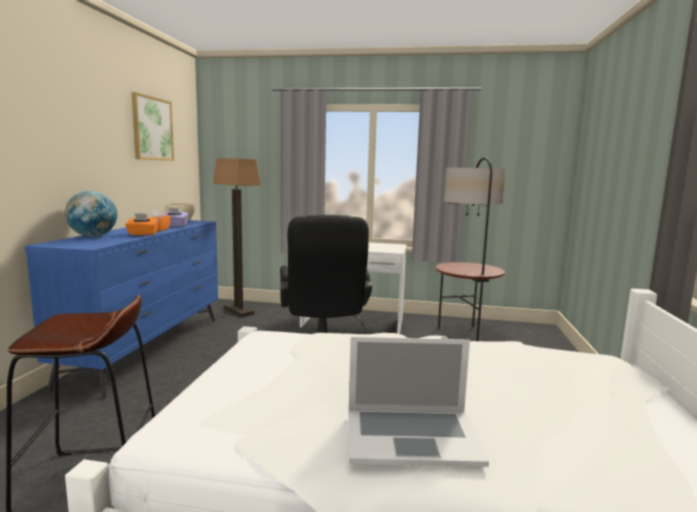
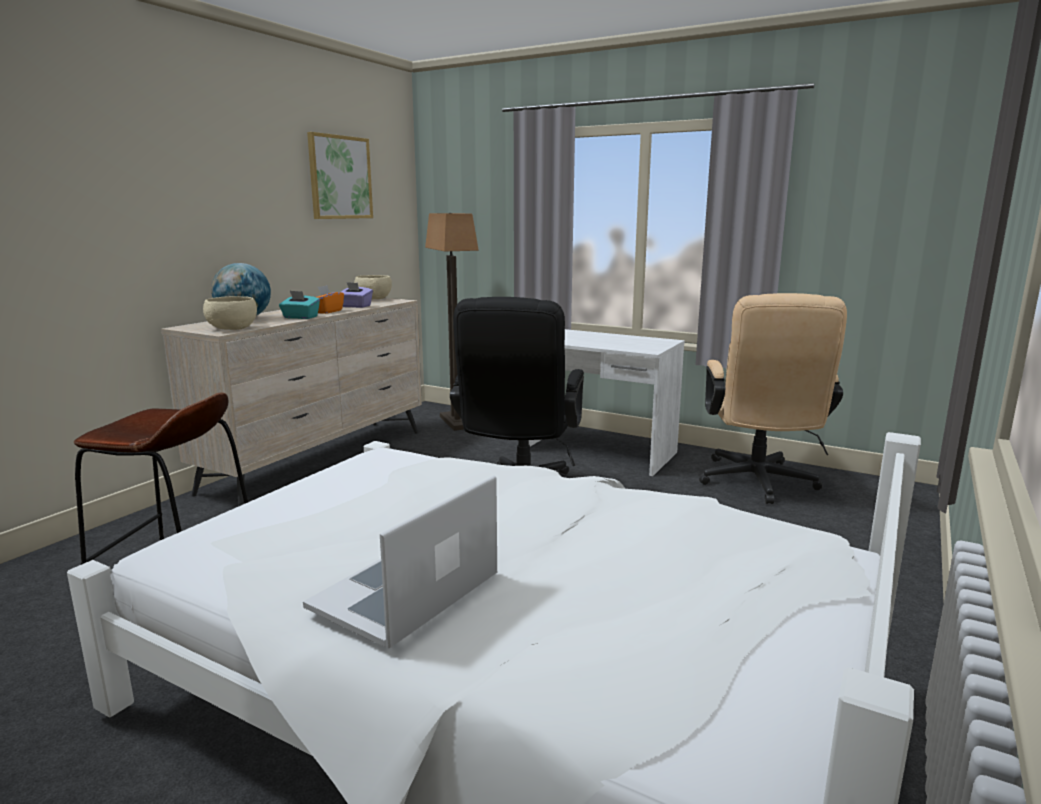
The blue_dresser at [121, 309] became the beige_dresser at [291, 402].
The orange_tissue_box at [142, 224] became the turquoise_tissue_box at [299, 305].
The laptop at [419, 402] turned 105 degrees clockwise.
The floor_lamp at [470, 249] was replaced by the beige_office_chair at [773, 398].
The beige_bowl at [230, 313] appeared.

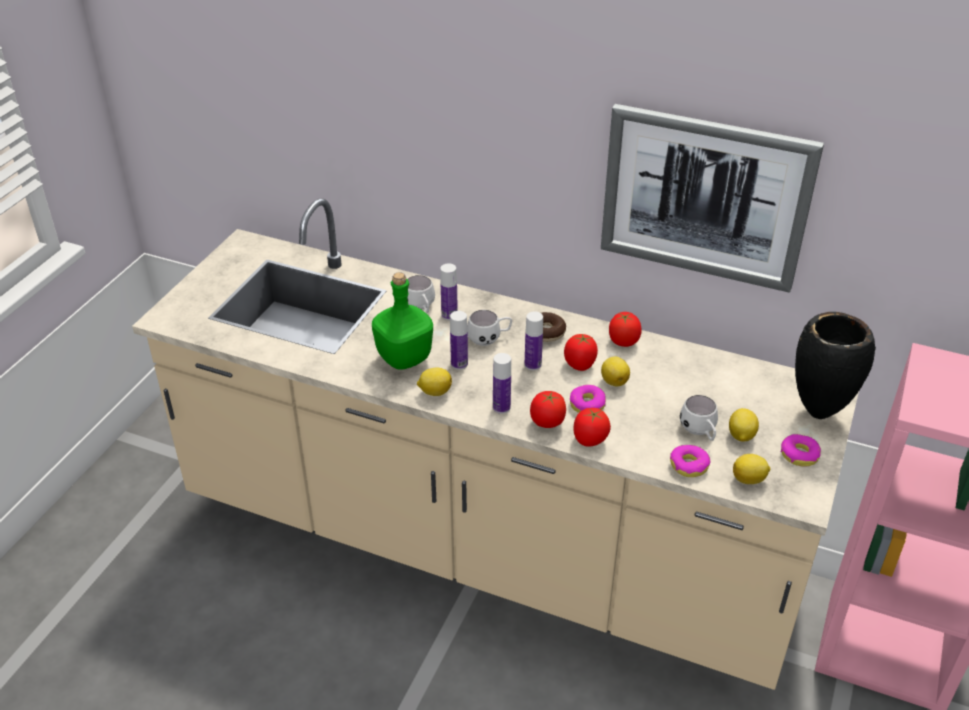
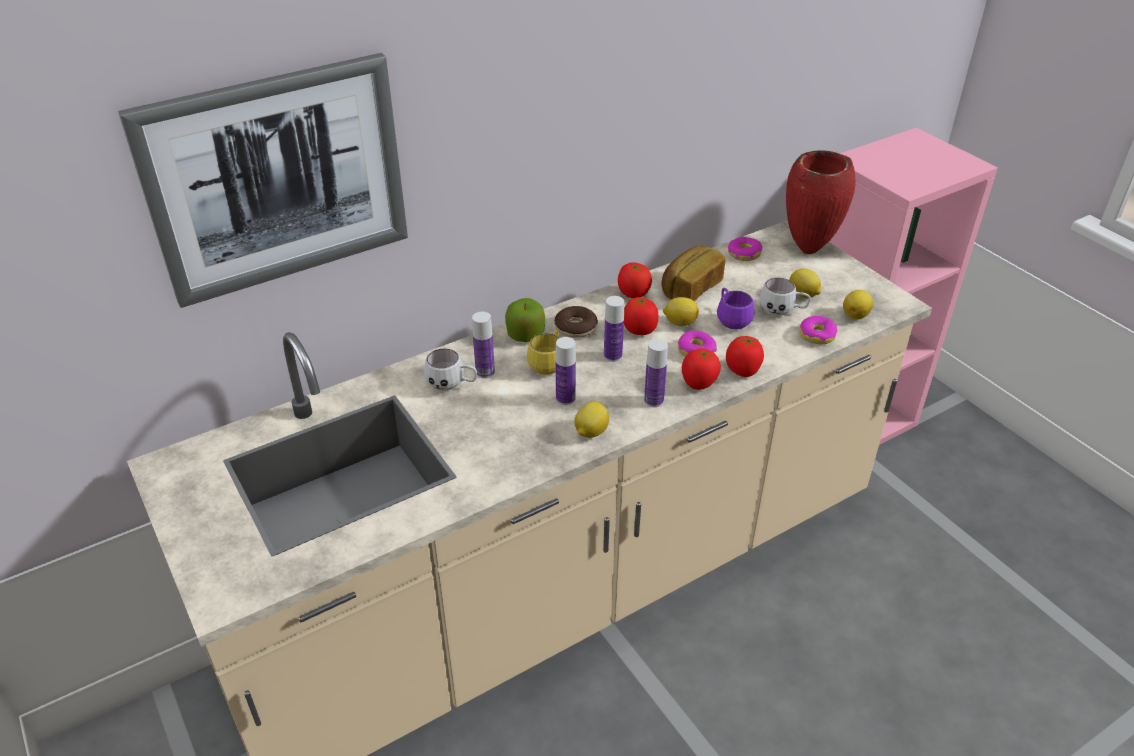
The green_bottle at [402, 321] disappeared.
The white_mug at [489, 328] became the yellow_mug at [543, 352].
The picture moved from [712, 198] to [263, 180].
The donut moved from [801, 450] to [745, 249].
The black_vase at [835, 365] became the red_vase at [821, 202].
The apple at [525, 320] appeared.
The bread at [693, 273] appeared.
The purple_mug at [735, 308] appeared.

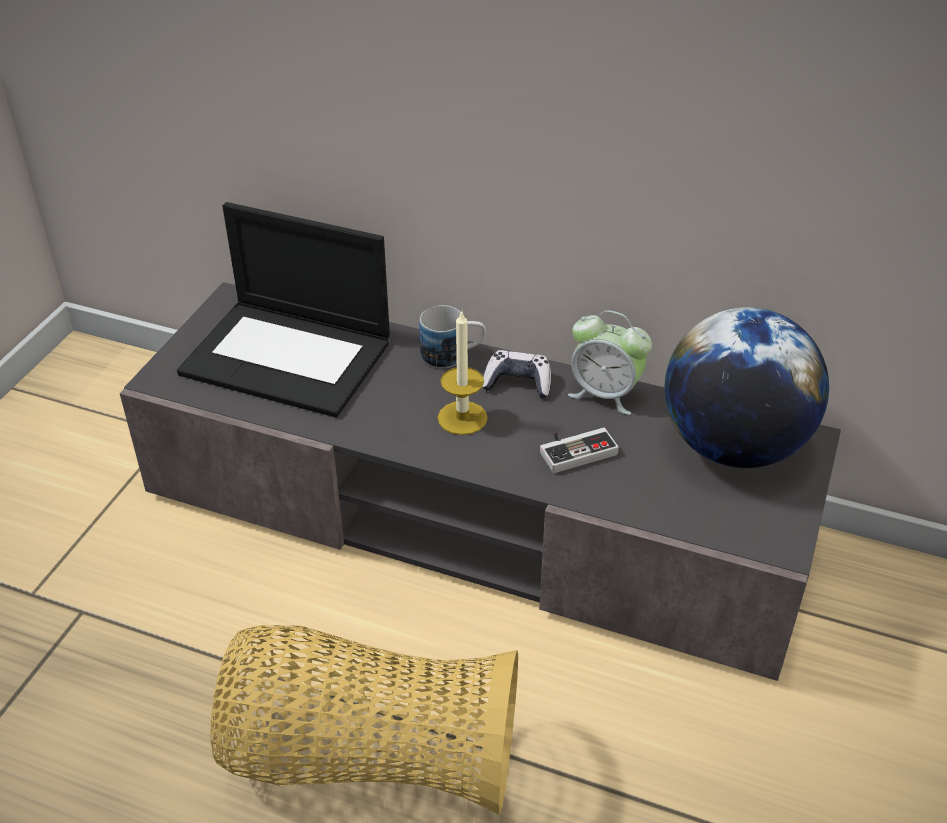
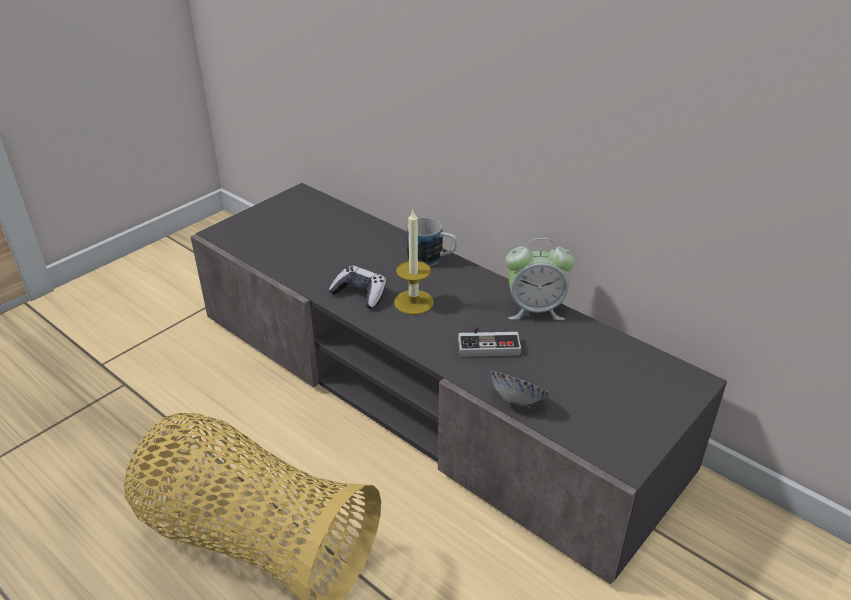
The laptop at [283, 309] disappeared.
The game_controller moved from [516, 374] to [357, 287].
The alarm_clock at [610, 362] turned 45 degrees counterclockwise.
The globe at [747, 387] disappeared.
The bowl at [519, 389] appeared.

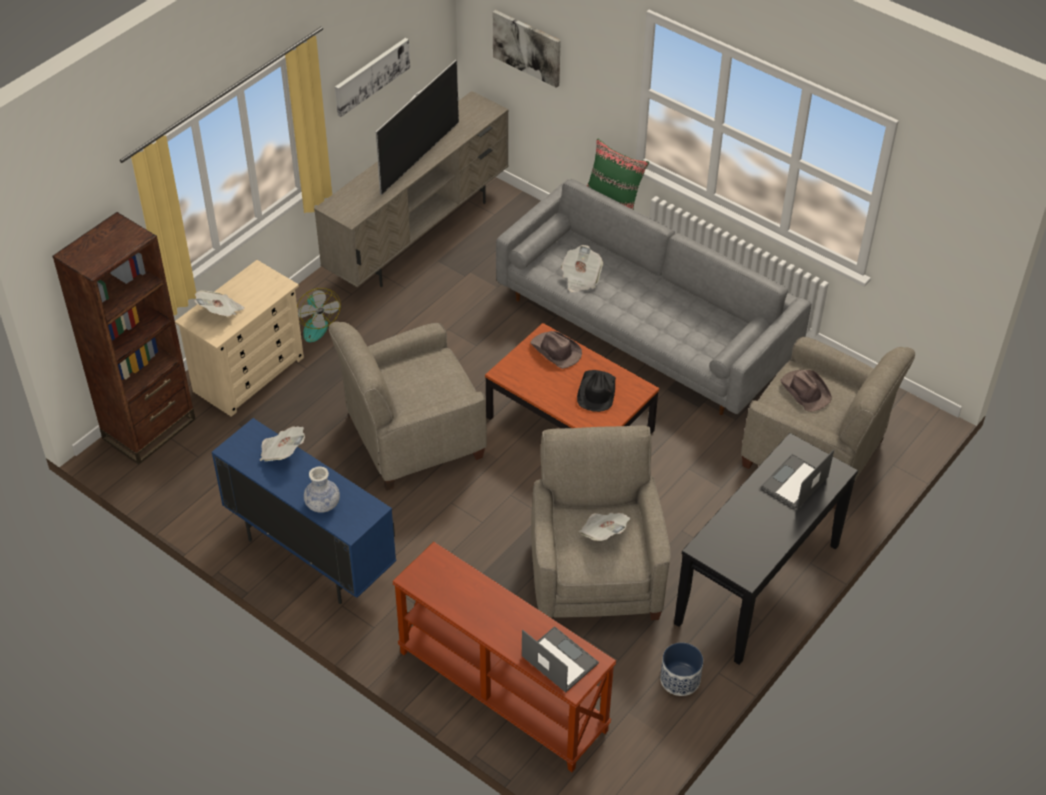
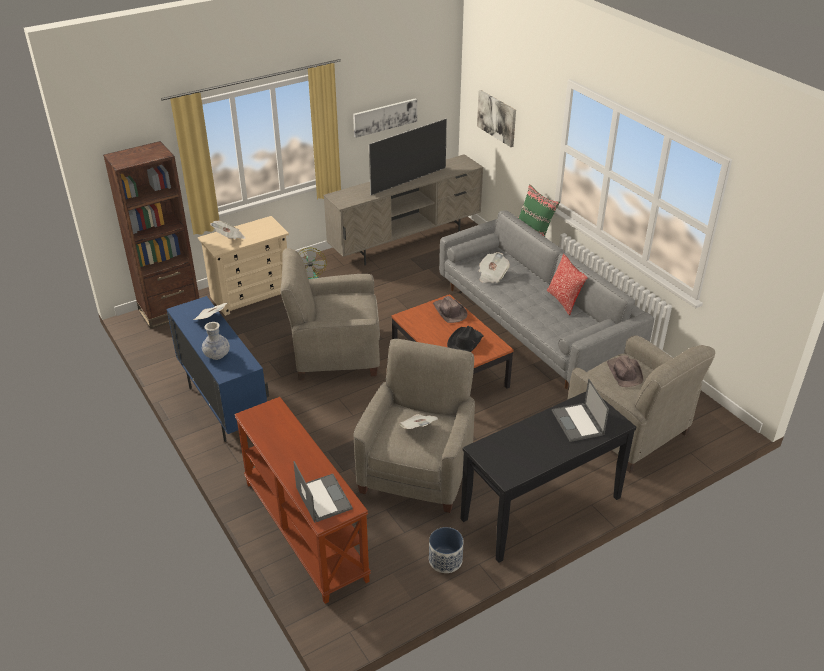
The laptop at [797, 480] turned 75 degrees counterclockwise.
The pillow at [567, 284] appeared.

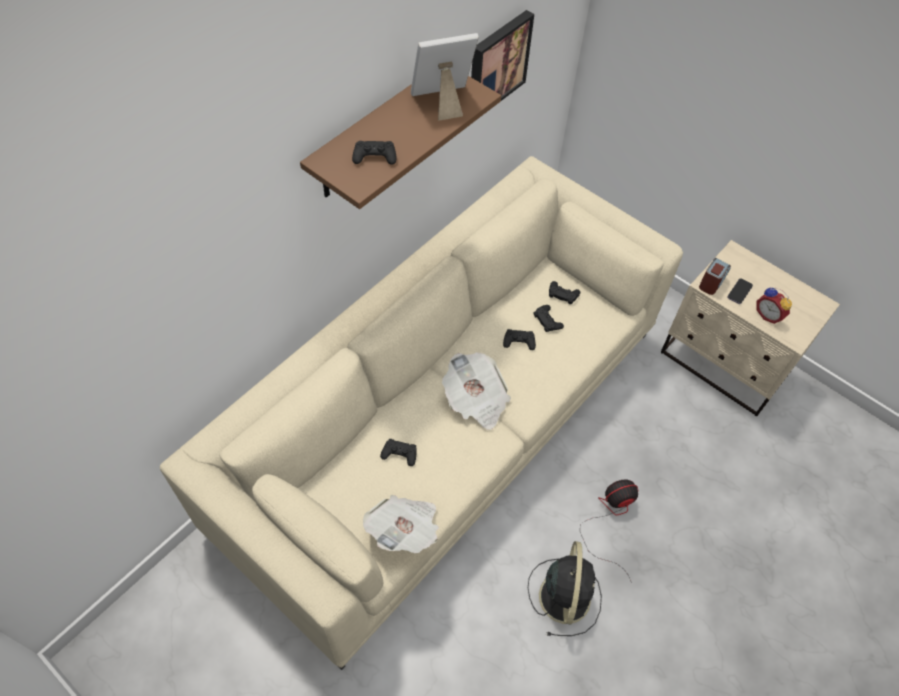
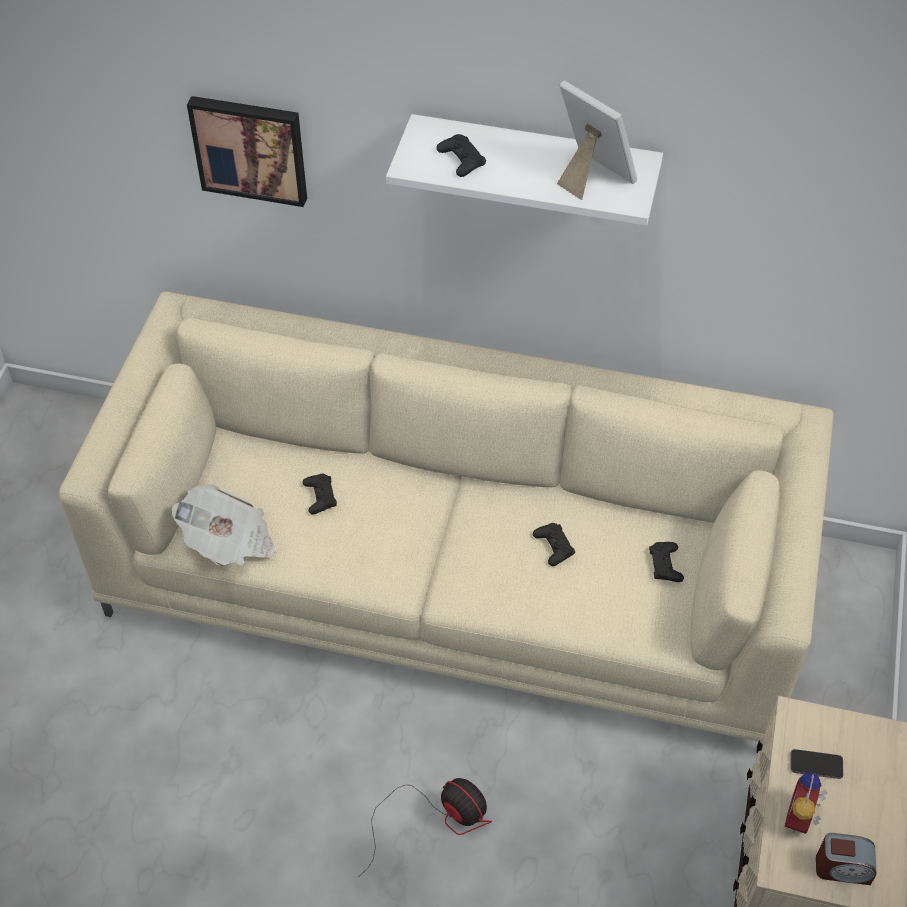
The brown_shelf at [400, 142] became the white_shelf at [524, 170].
The newspaper at [476, 391] disappeared.
The picture moved from [502, 55] to [247, 151].
The black_fan at [565, 588] disappeared.
The black_game_controller at [549, 318] disappeared.
The alarm_clock moved from [715, 276] to [846, 859].

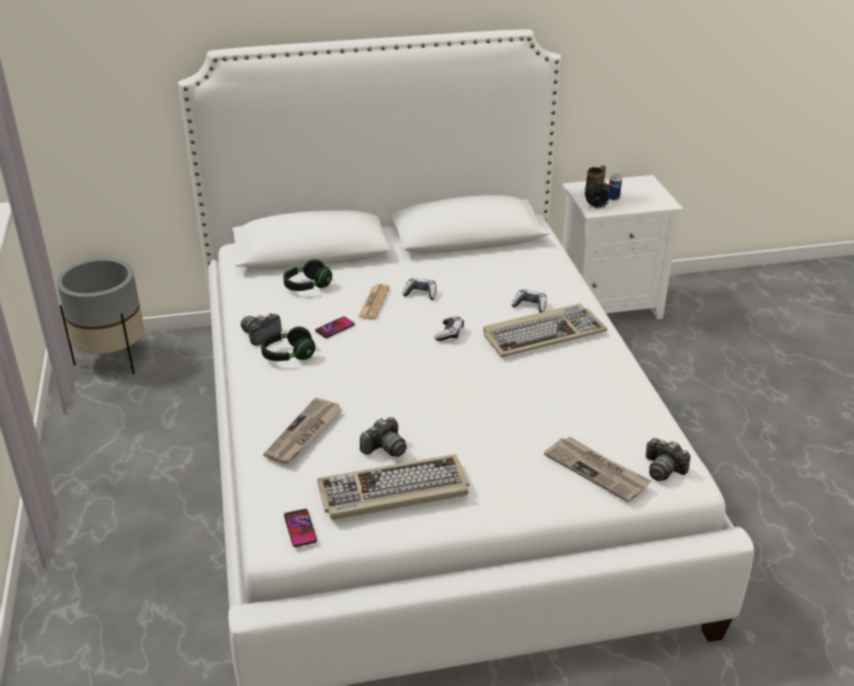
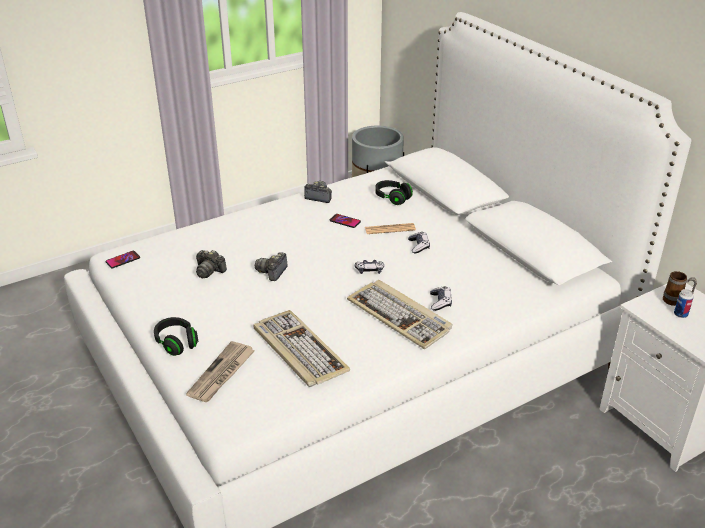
The black_headphones moved from [288, 343] to [176, 336].
The newspaper at [302, 431] disappeared.
The keyboard moved from [393, 487] to [301, 348].
The alarm_clock at [598, 194] disappeared.
The photo_camera moved from [668, 459] to [271, 266].

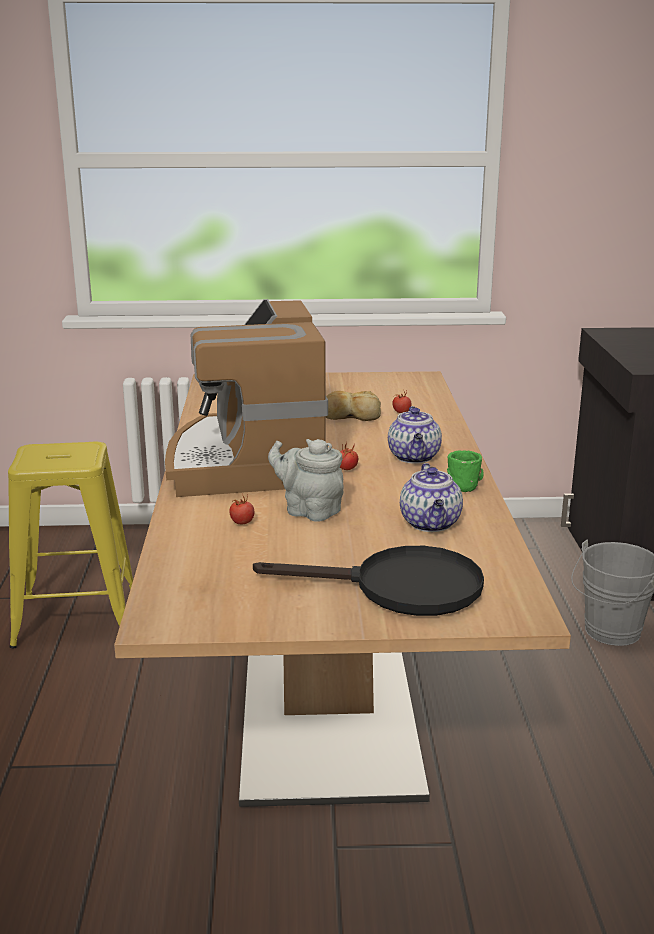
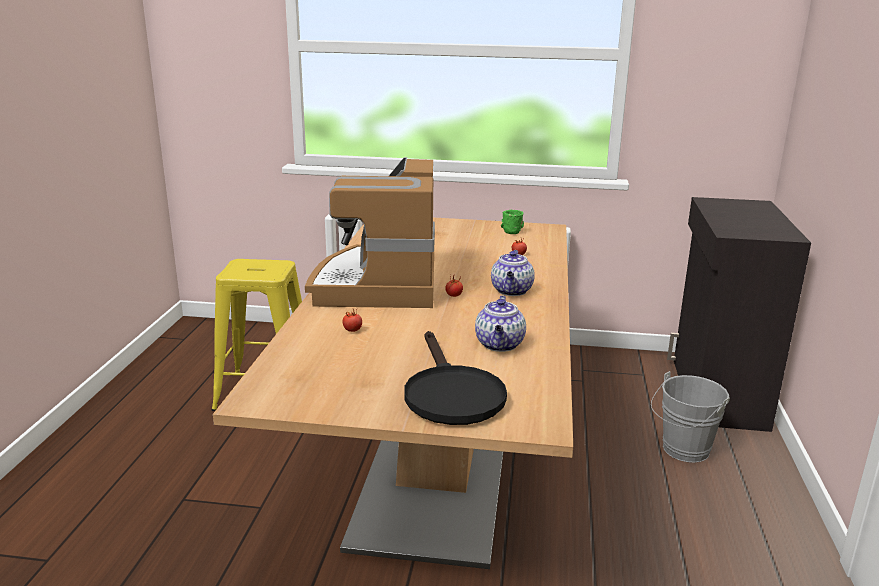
The black_frying_pan at [368, 581] turned 60 degrees clockwise.
The grey_teapot at [306, 480] disappeared.
The bread at [353, 406] disappeared.
The green_mug moved from [465, 471] to [512, 222].

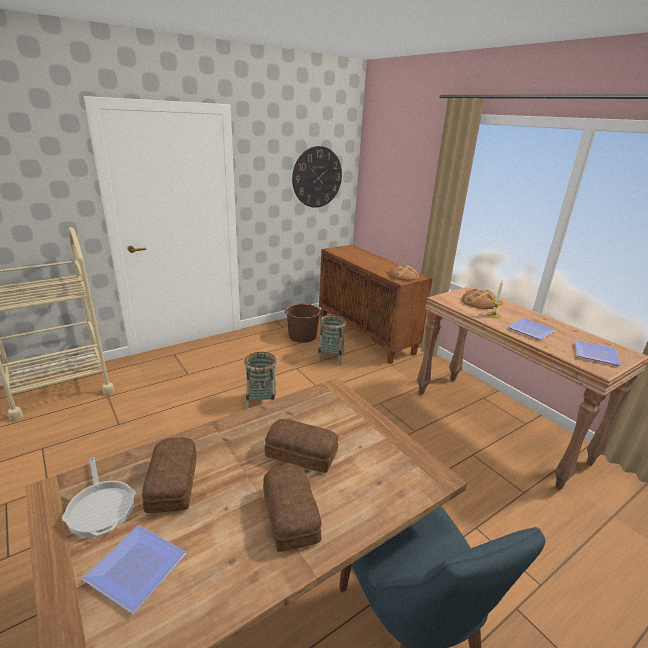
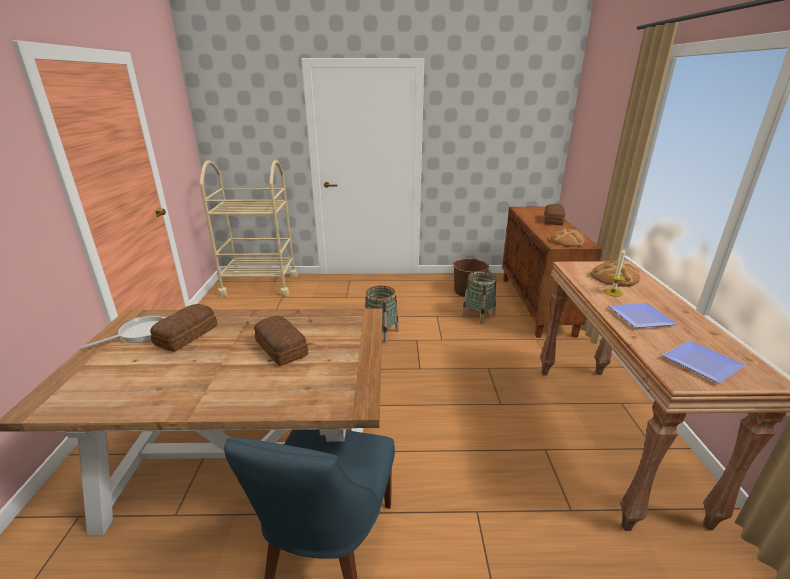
The frying_pan at [99, 497] turned 135 degrees counterclockwise.
The plate at [134, 569] disappeared.
The bread moved from [292, 508] to [554, 215].
The wall_clock at [317, 177] disappeared.

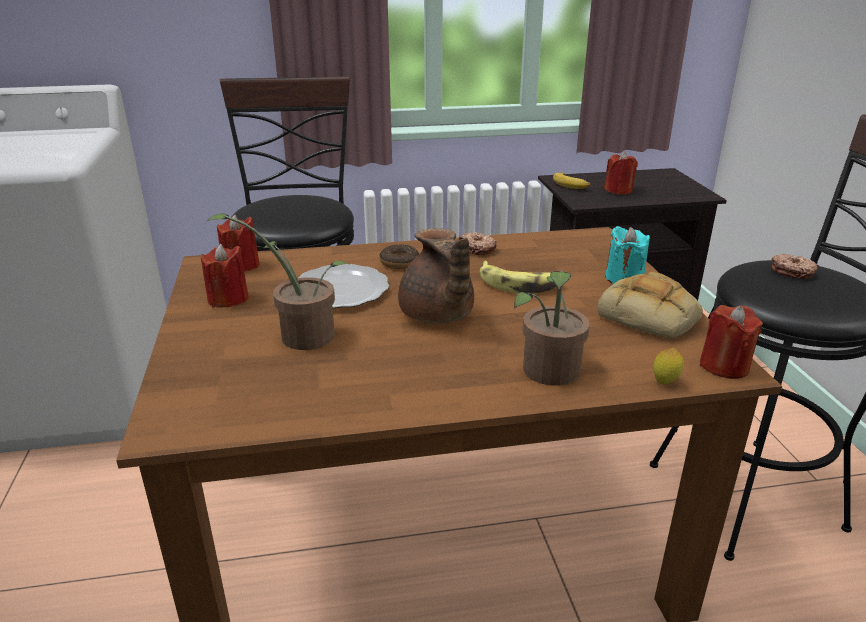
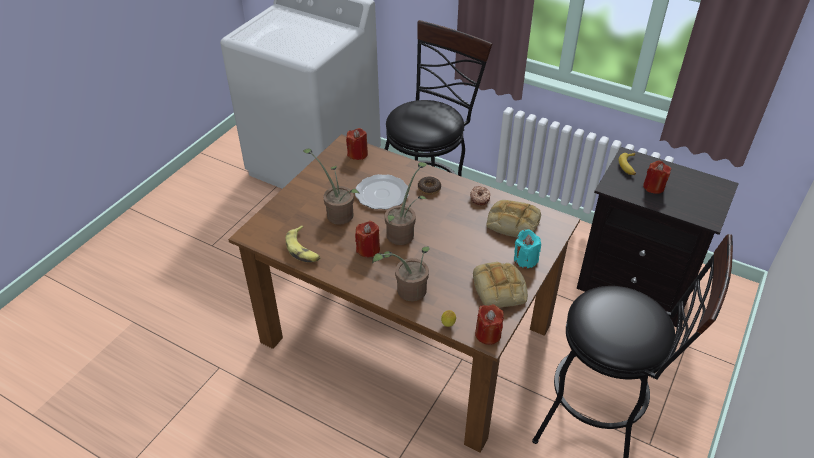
The red_candle moved from [224, 276] to [367, 239].
The brown_teapot at [436, 276] was replaced by the potted_plant at [406, 203].
The banana moved from [518, 277] to [302, 244].
The donut at [794, 266] disappeared.
The bread at [513, 218] appeared.

